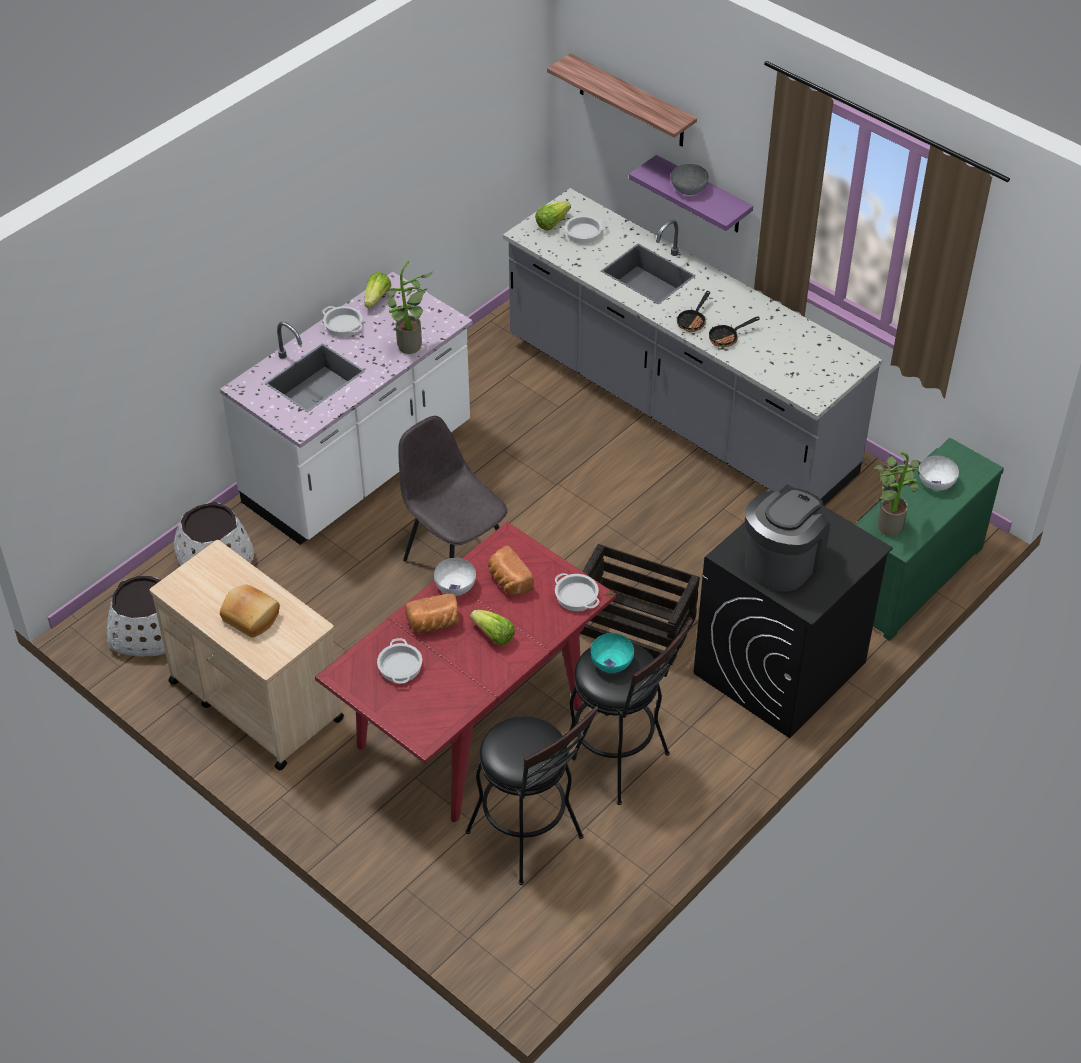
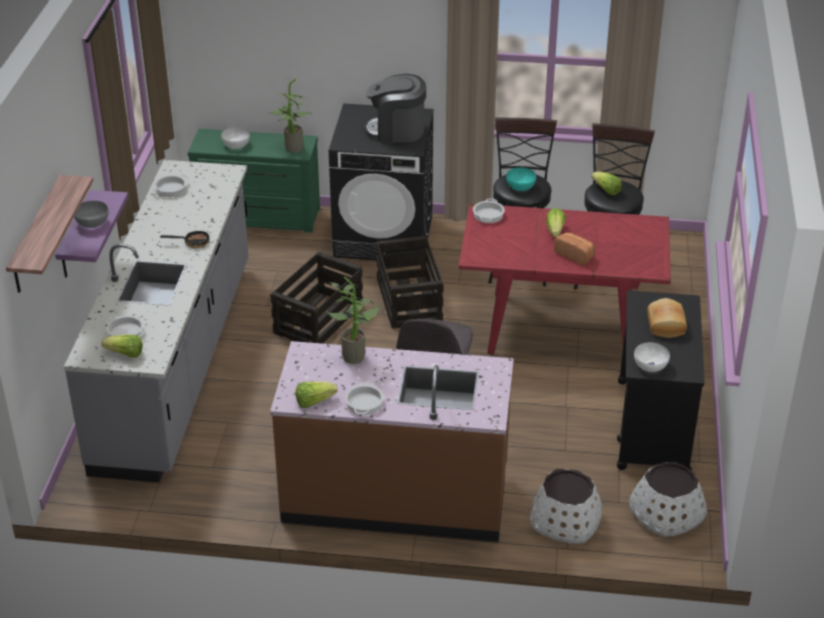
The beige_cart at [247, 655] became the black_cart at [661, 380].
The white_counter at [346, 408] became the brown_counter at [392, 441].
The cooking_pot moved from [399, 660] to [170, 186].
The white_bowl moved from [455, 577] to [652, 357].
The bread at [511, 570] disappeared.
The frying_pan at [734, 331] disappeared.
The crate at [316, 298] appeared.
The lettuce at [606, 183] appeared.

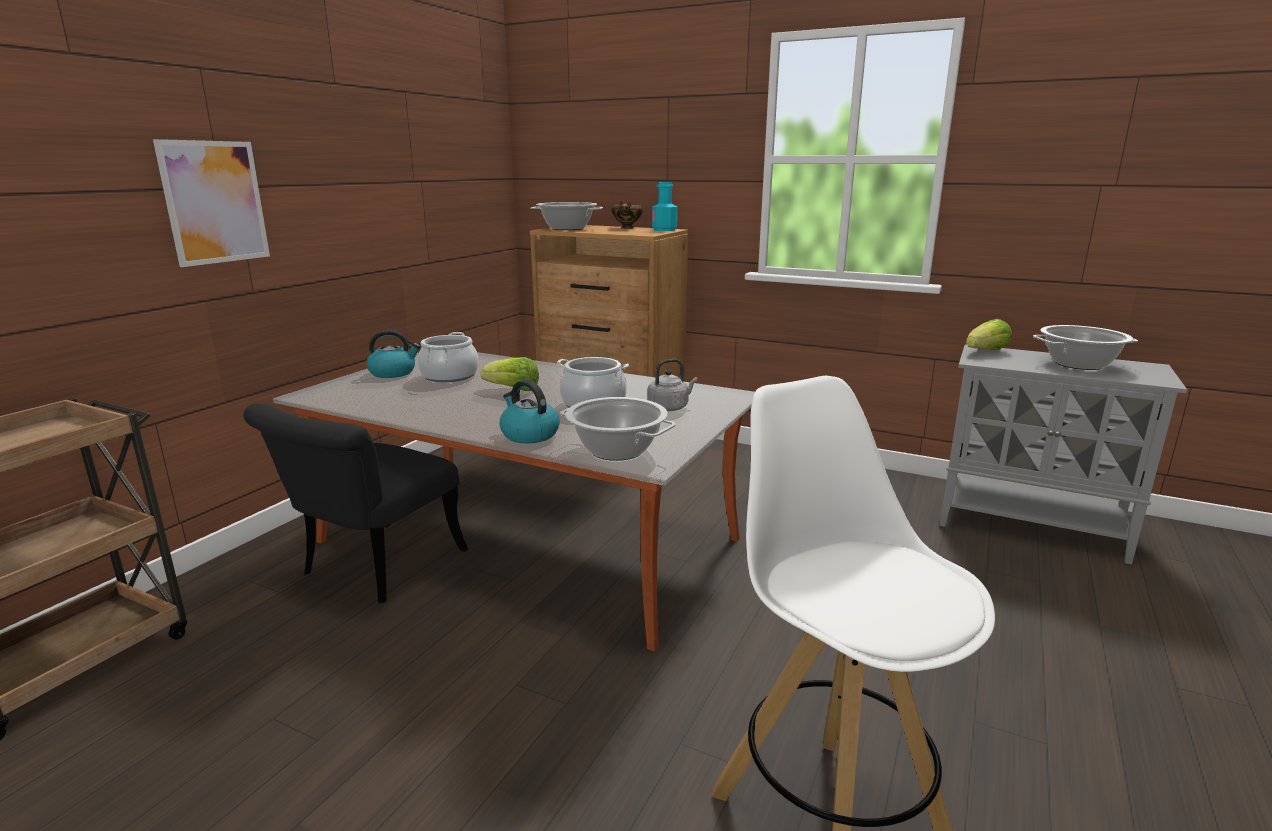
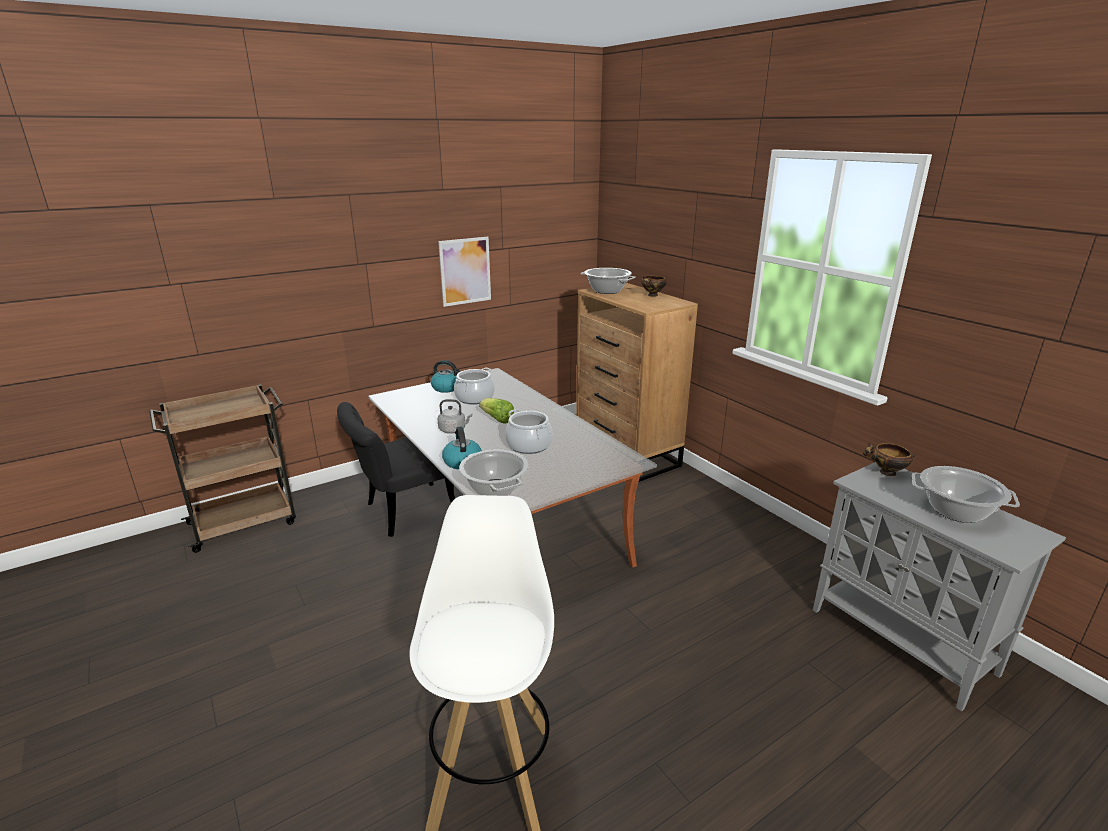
The picture moved from [211, 203] to [464, 272].
The grey_kettle moved from [672, 385] to [455, 416].
The turquoise_bottle at [664, 206] disappeared.
The lettuce at [989, 334] was replaced by the bowl at [889, 459].

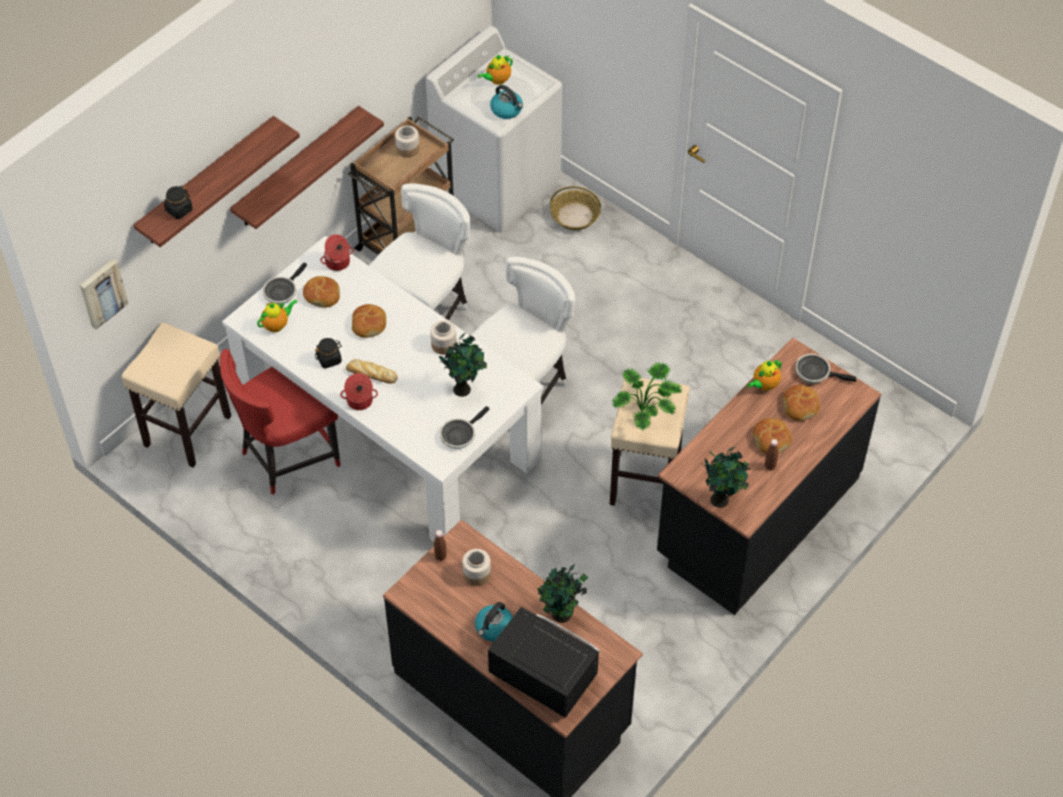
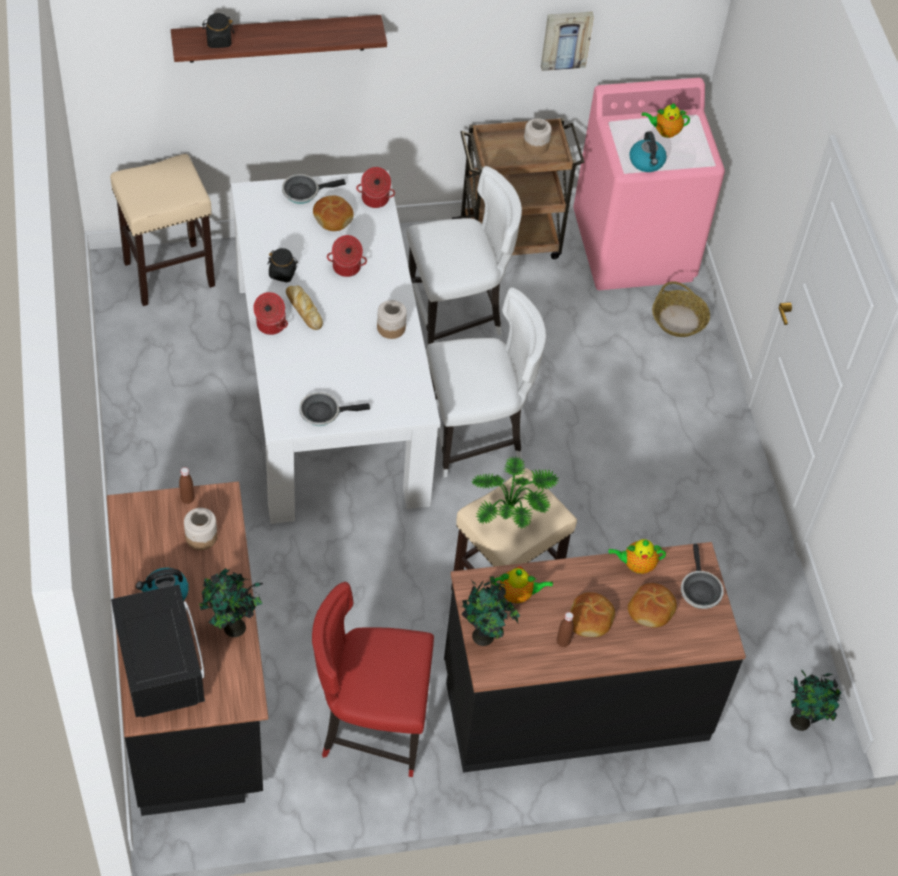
The picture moved from [104, 294] to [567, 41].
The red_chair moved from [280, 422] to [373, 679].
The shelf at [307, 167] disappeared.
The teapot moved from [277, 315] to [523, 585].
The bread at [369, 321] was replaced by the cooking_pot at [347, 256].
The white_washing_machine at [494, 129] became the pink_washing_machine at [649, 184].
The potted_plant moved from [463, 365] to [816, 700].
The frying_pan at [825, 368] turned 150 degrees counterclockwise.

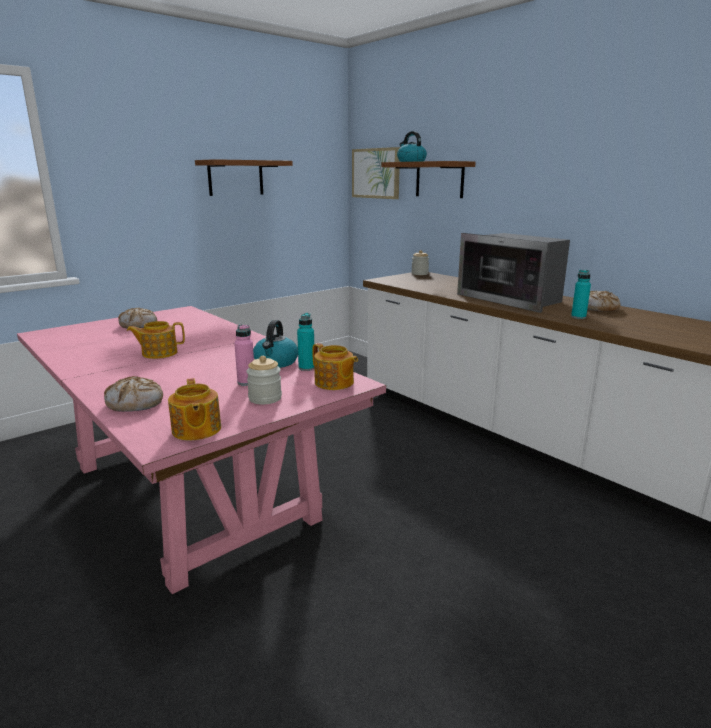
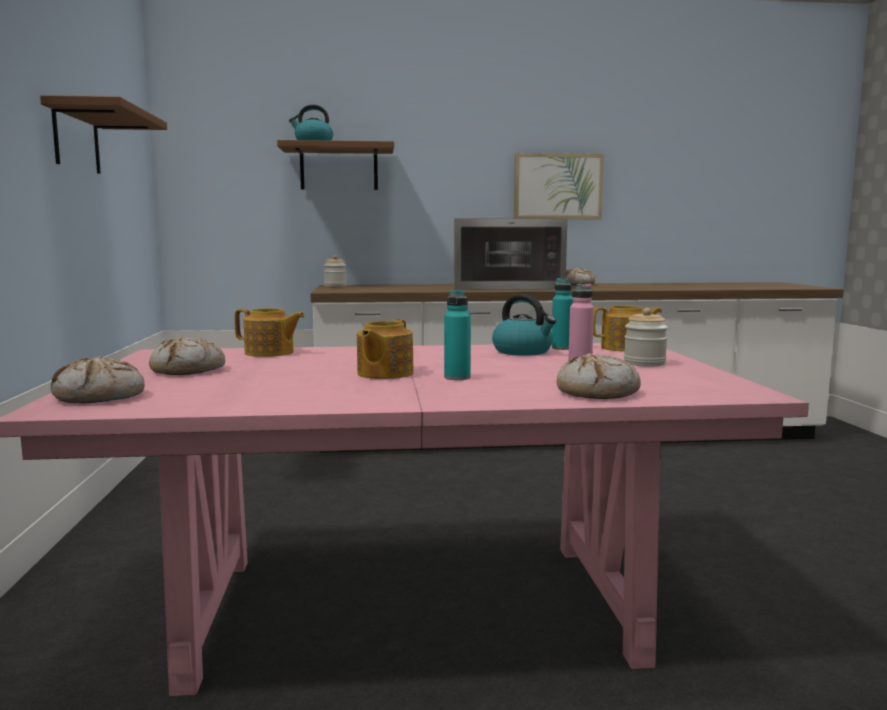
The teapot moved from [194, 409] to [269, 332].
The picture moved from [376, 173] to [559, 186].
The turquoise_bottle moved from [581, 294] to [457, 335].
The bread at [98, 379] appeared.

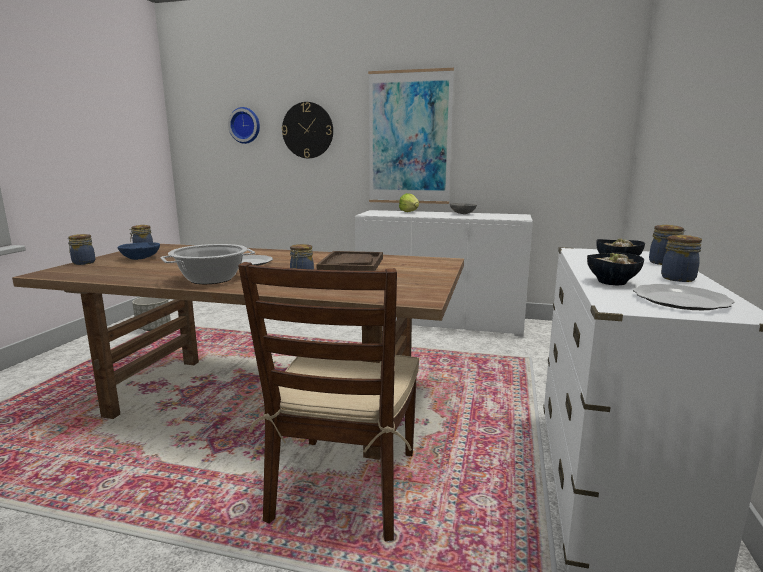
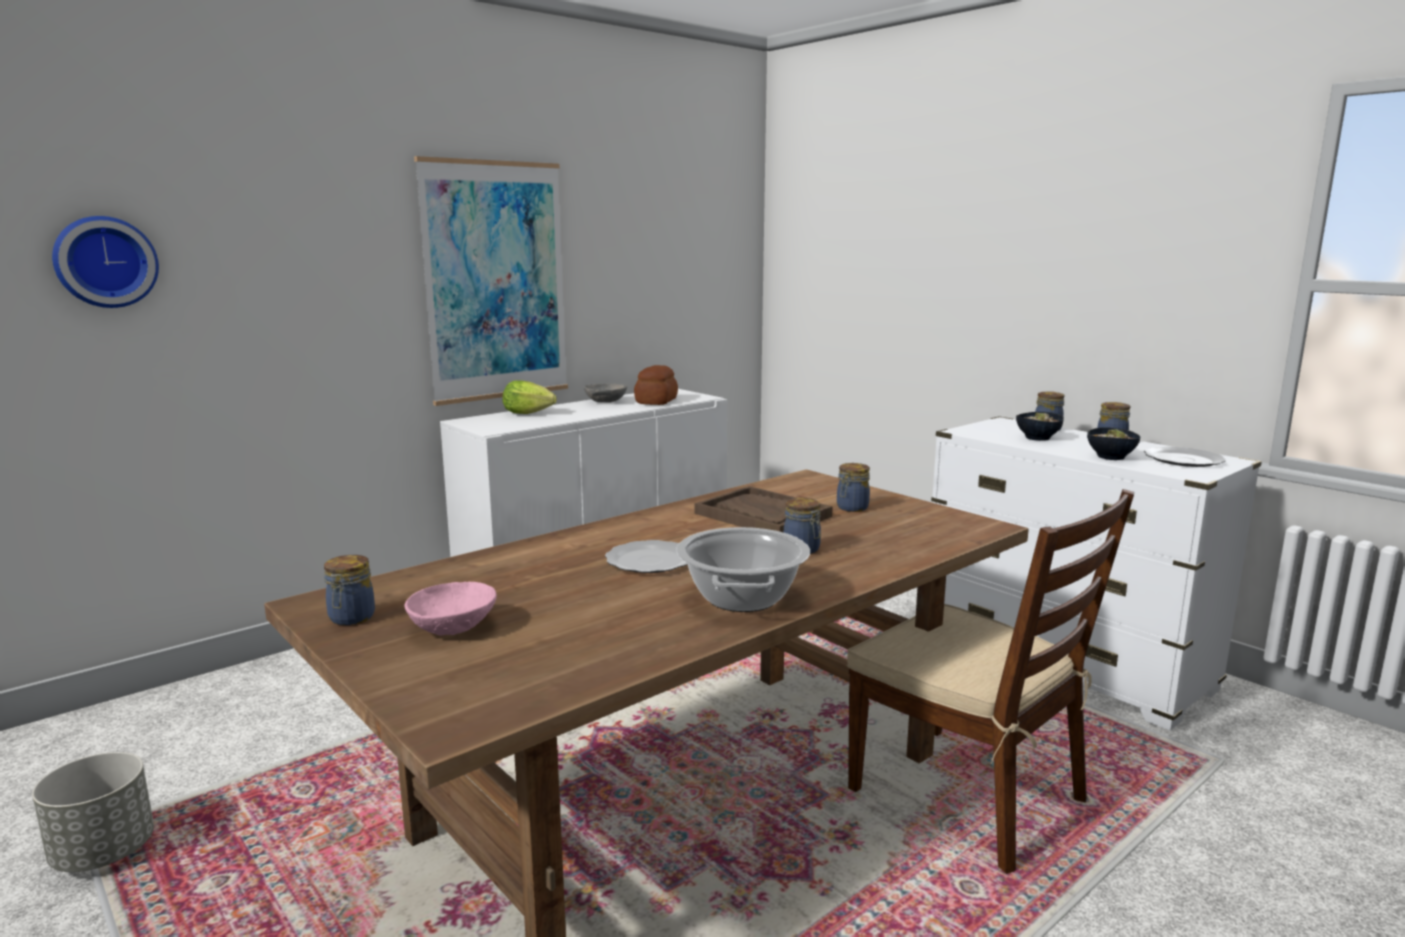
The jar moved from [81, 249] to [853, 487].
The blue_bowl at [138, 251] became the pink_bowl at [450, 609].
The wall_clock at [307, 130] disappeared.
The bread at [656, 385] appeared.

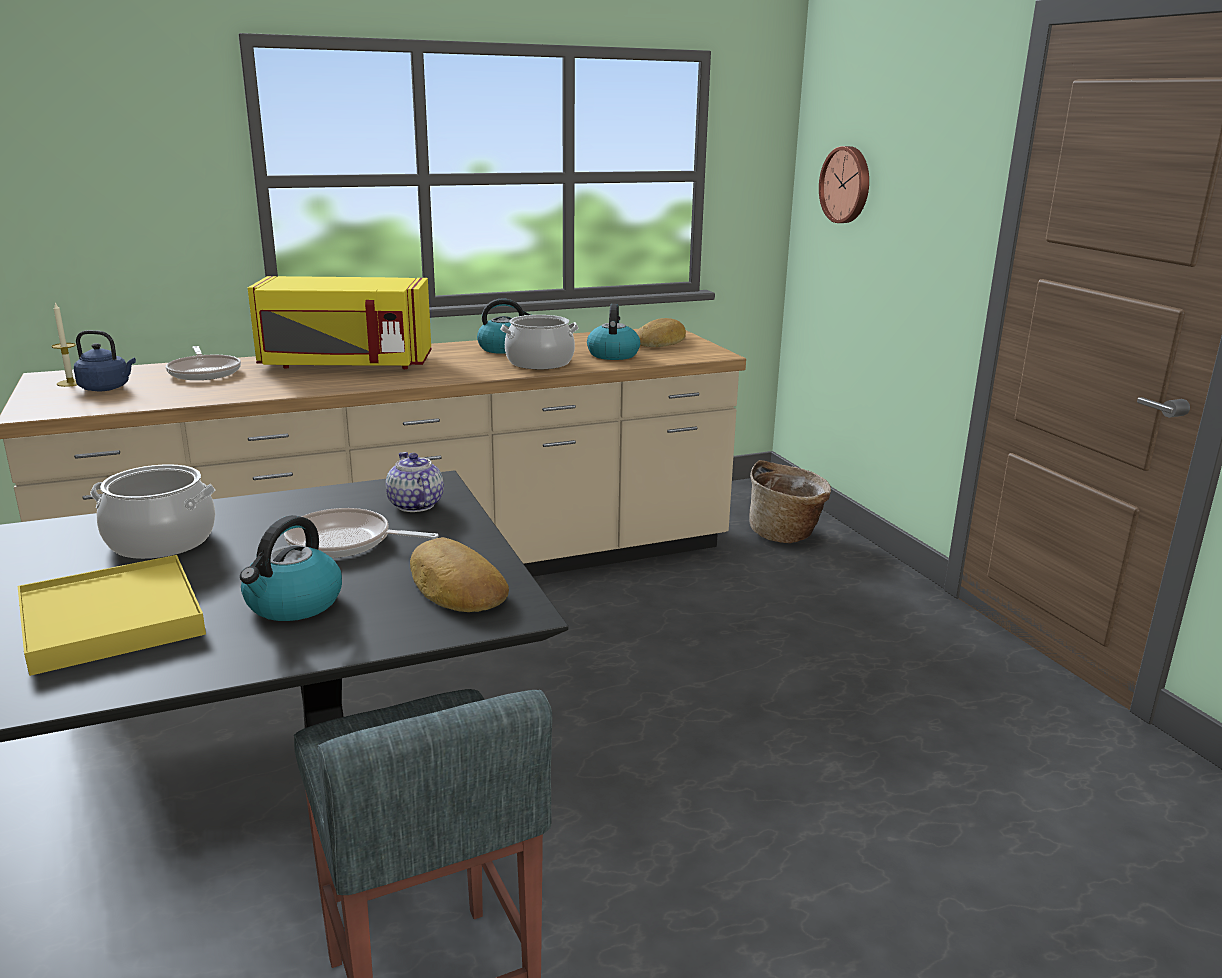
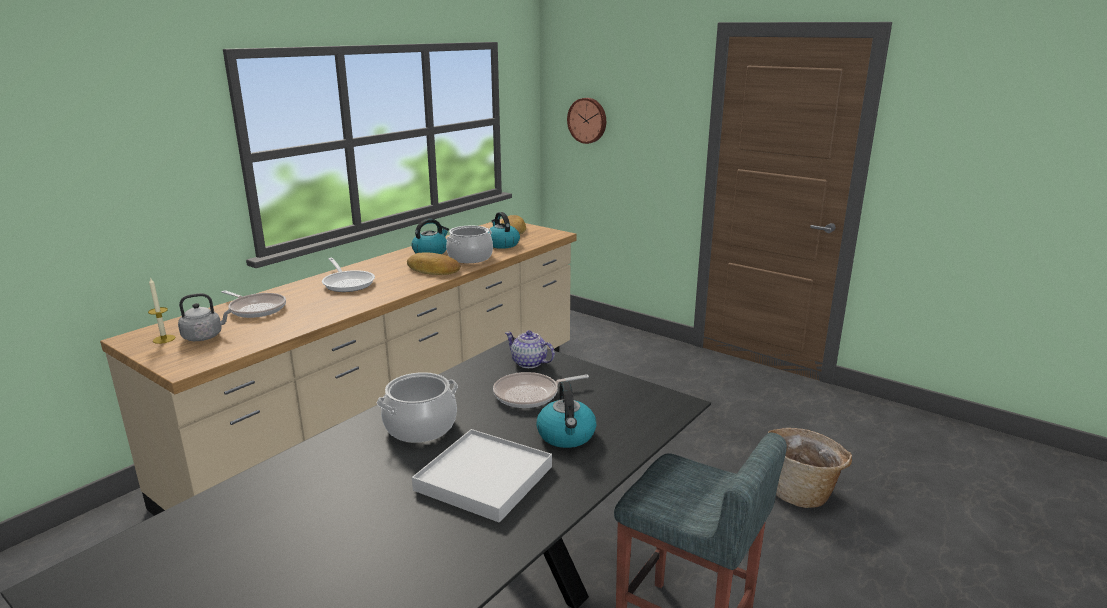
The yellow_tray at [112, 615] became the white_tray at [482, 476].
The blue_kettle at [105, 360] became the grey_kettle at [204, 317].
The yellow_microwave at [339, 322] was replaced by the frying_pan at [348, 275].
The bread moved from [459, 574] to [434, 263].
The basket moved from [790, 501] to [810, 468].

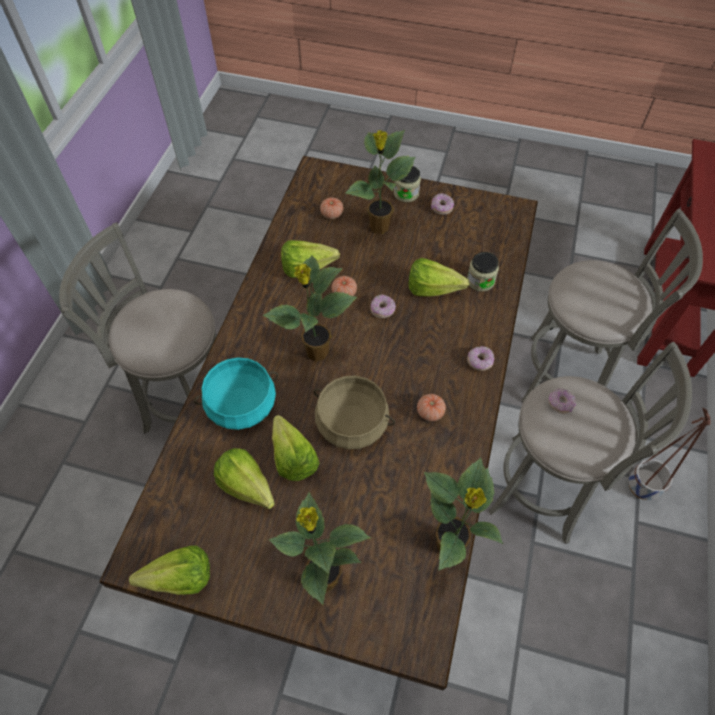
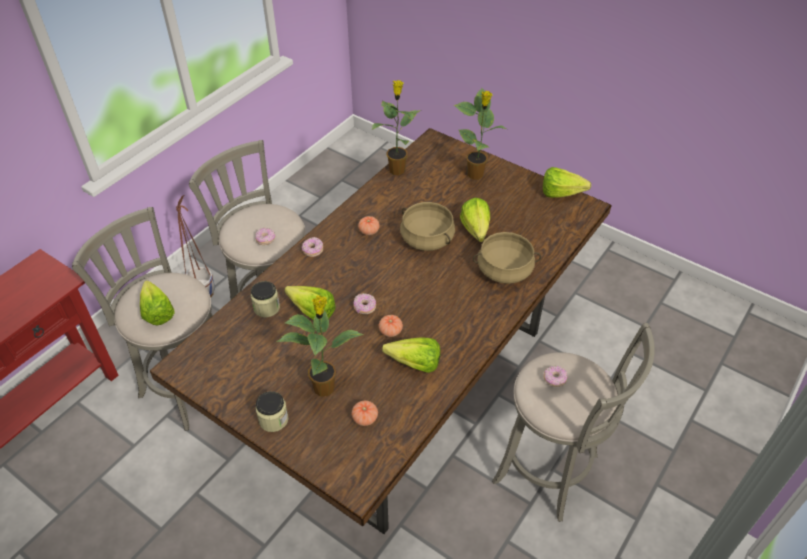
The turquoise_cooking_pot at [235, 393] became the beige_cooking_pot at [507, 258].
The lettuce moved from [244, 478] to [157, 302].
The potted_plant at [310, 308] disappeared.
The donut moved from [442, 204] to [555, 376].

